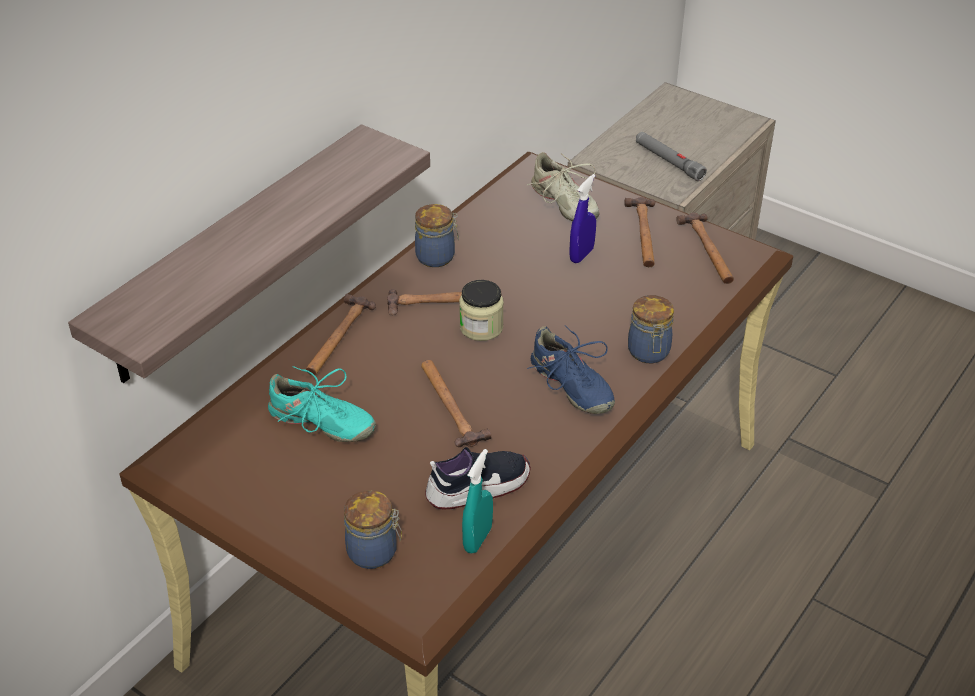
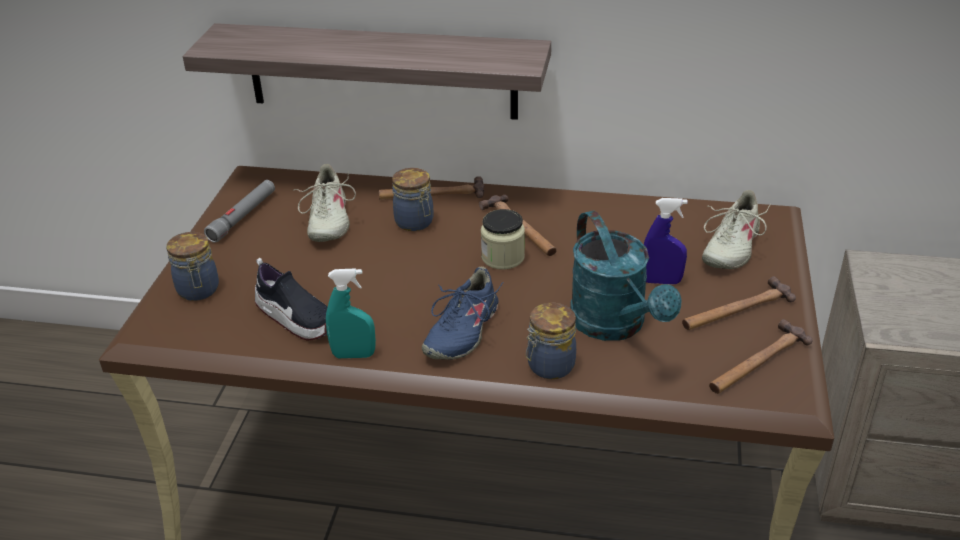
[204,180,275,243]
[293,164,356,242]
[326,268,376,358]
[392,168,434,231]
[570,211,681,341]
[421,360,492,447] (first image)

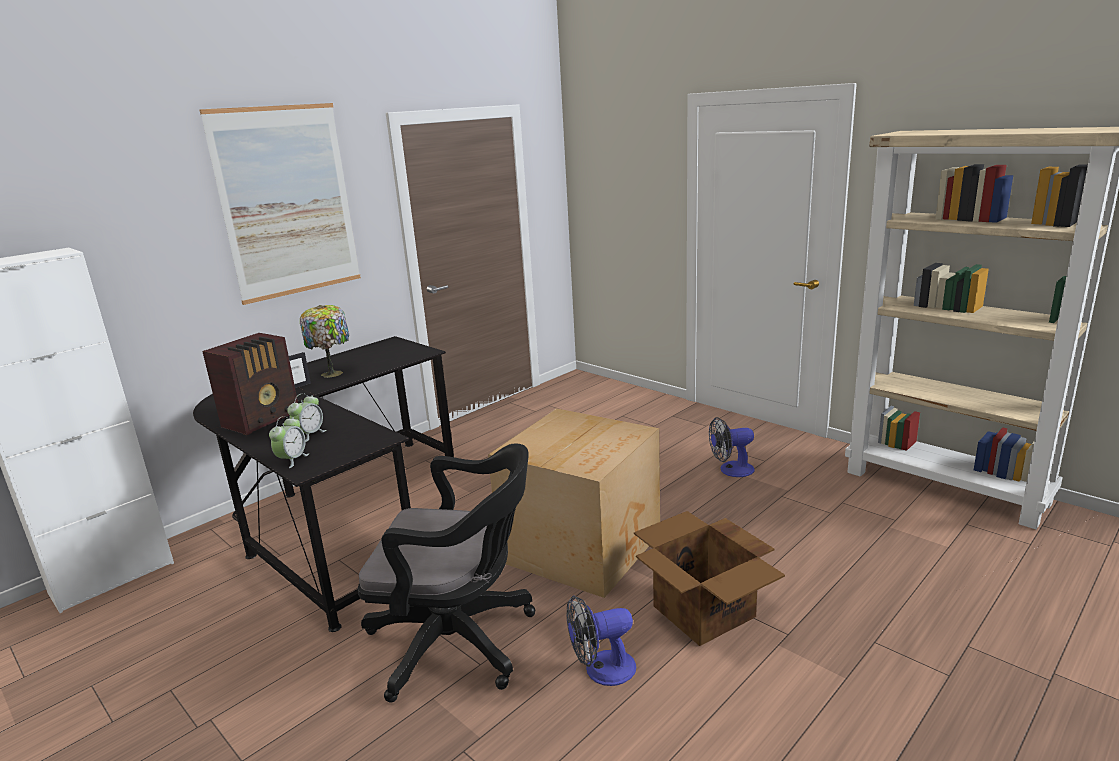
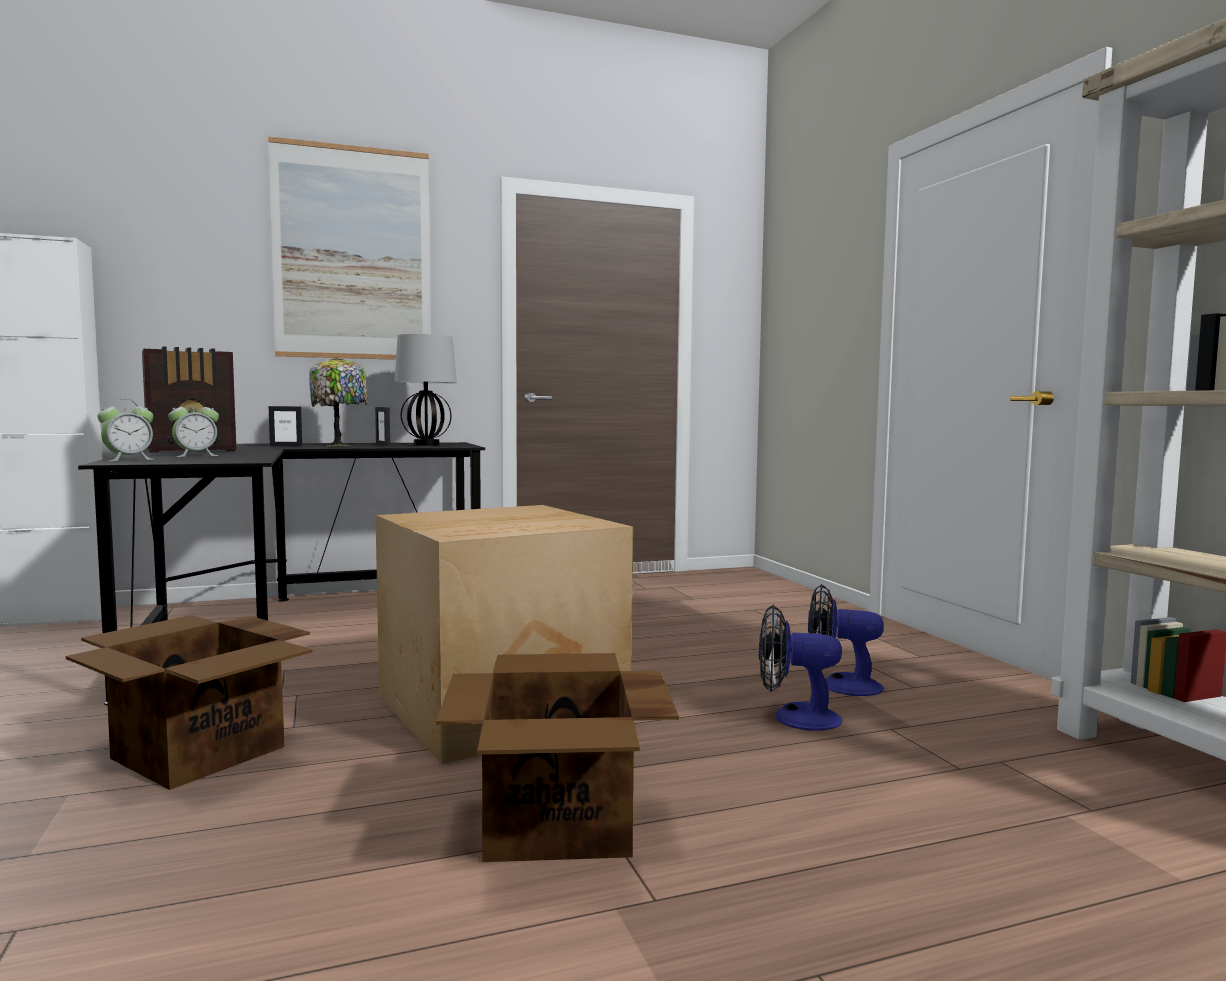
[66,615,312,790]
[375,407,390,446]
[394,334,457,446]
[759,604,842,731]

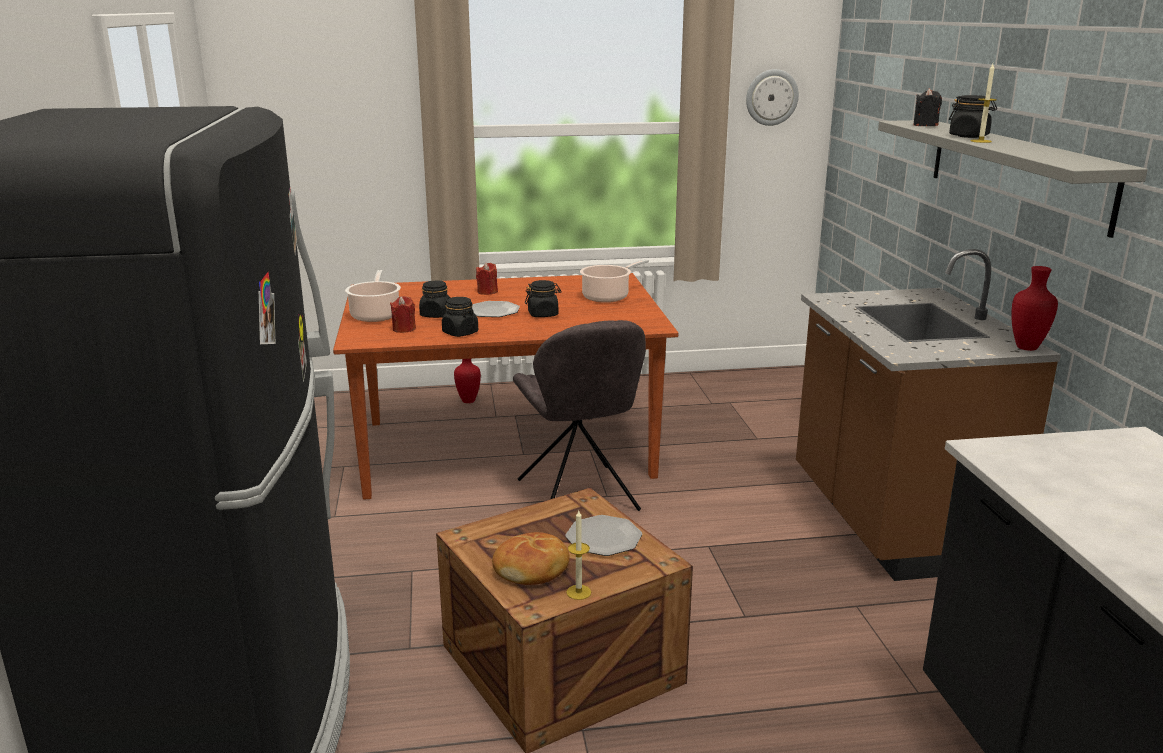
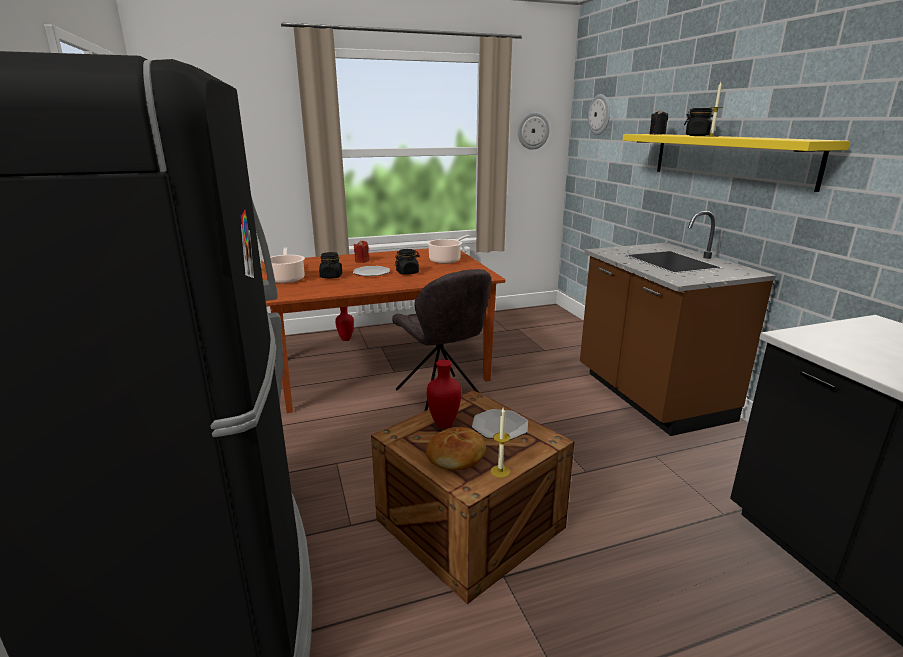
[427,360,461,429]
[588,94,610,135]
[622,134,850,192]
[390,296,416,333] (first image)
[442,297,478,337] (first image)

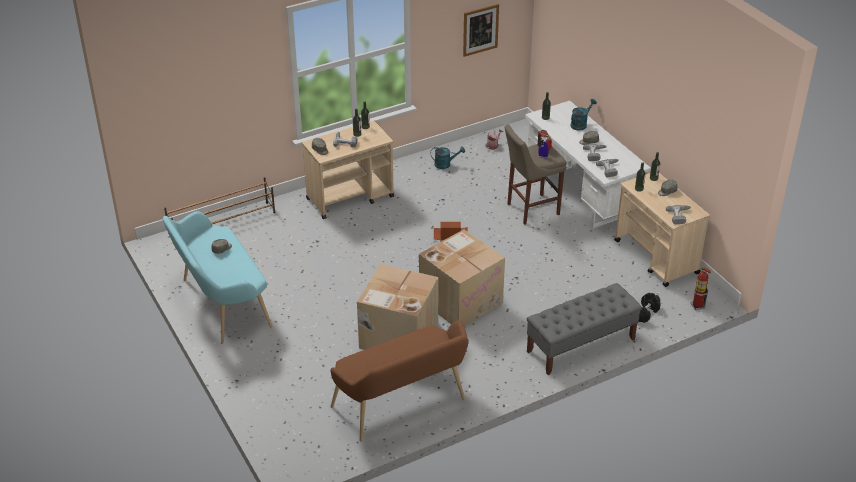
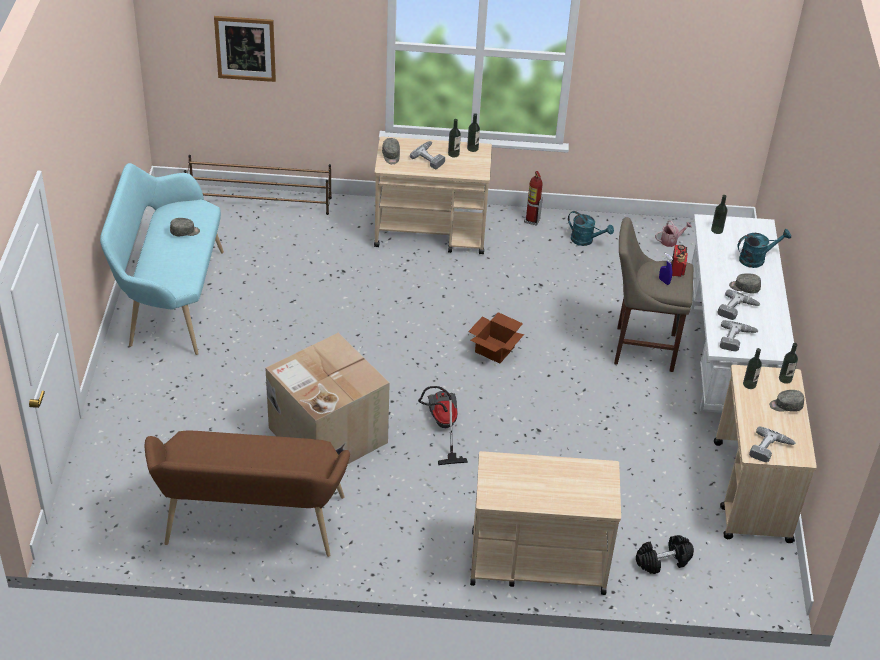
[214,16,276,82]
[418,386,468,465]
[470,451,621,595]
[524,171,543,226]

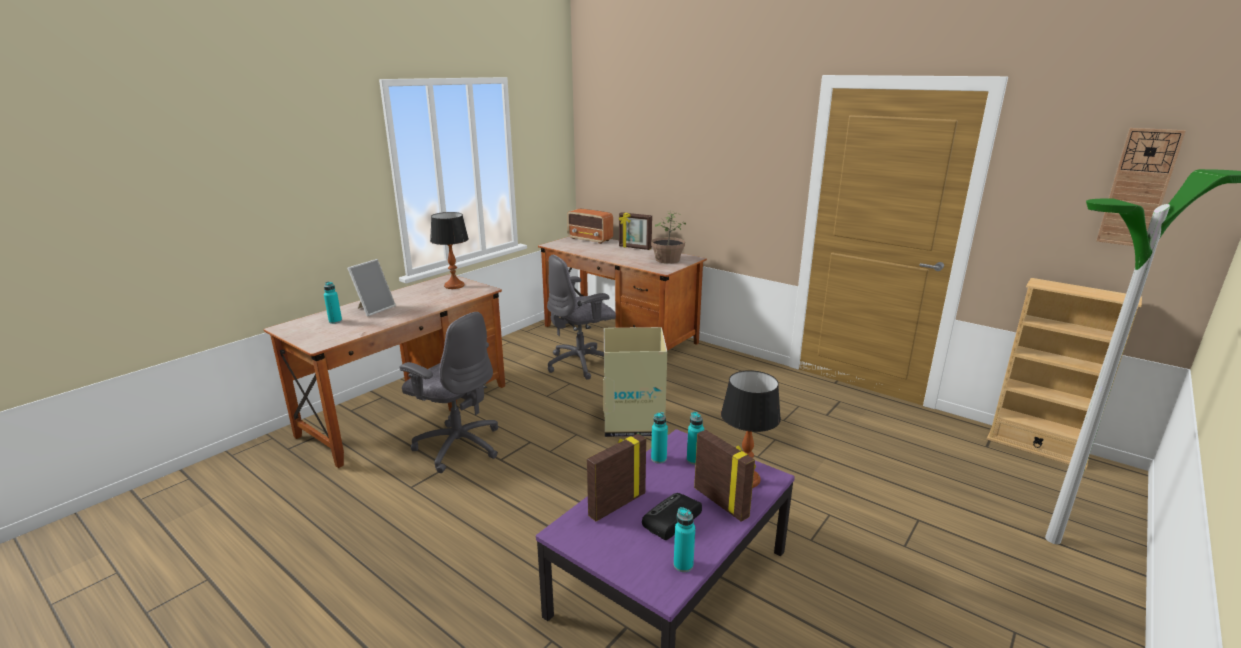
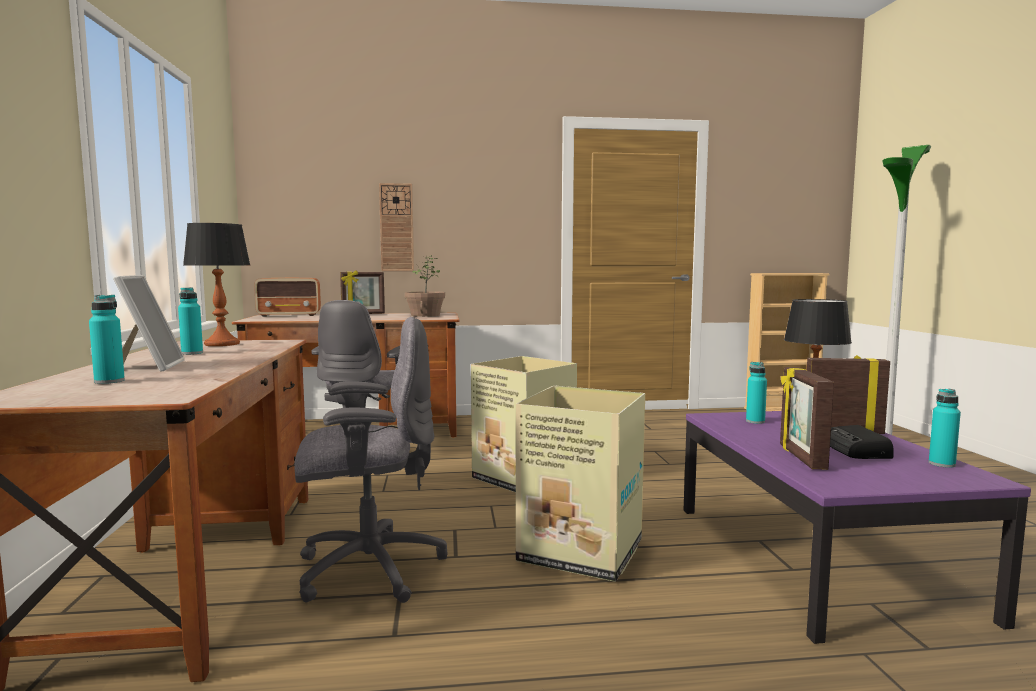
[178,287,203,355]
[379,183,414,271]
[516,385,645,582]

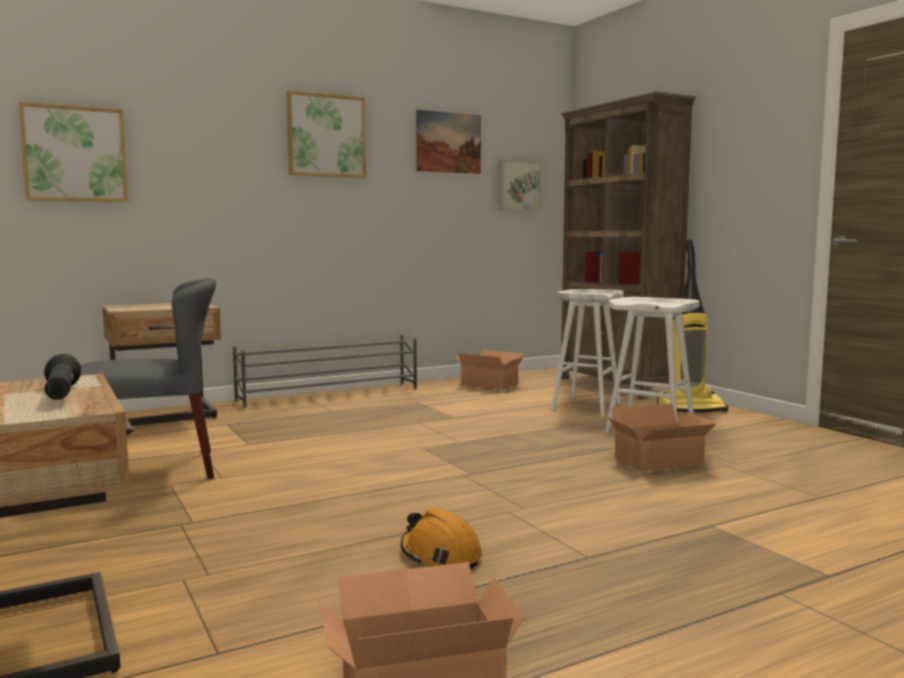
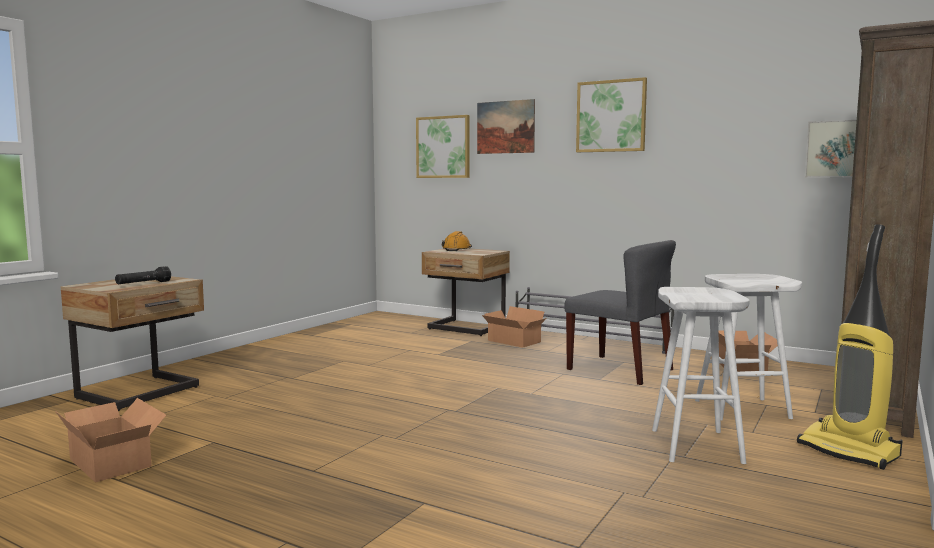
[441,231,472,251]
[477,99,535,154]
[482,306,547,348]
[564,240,676,385]

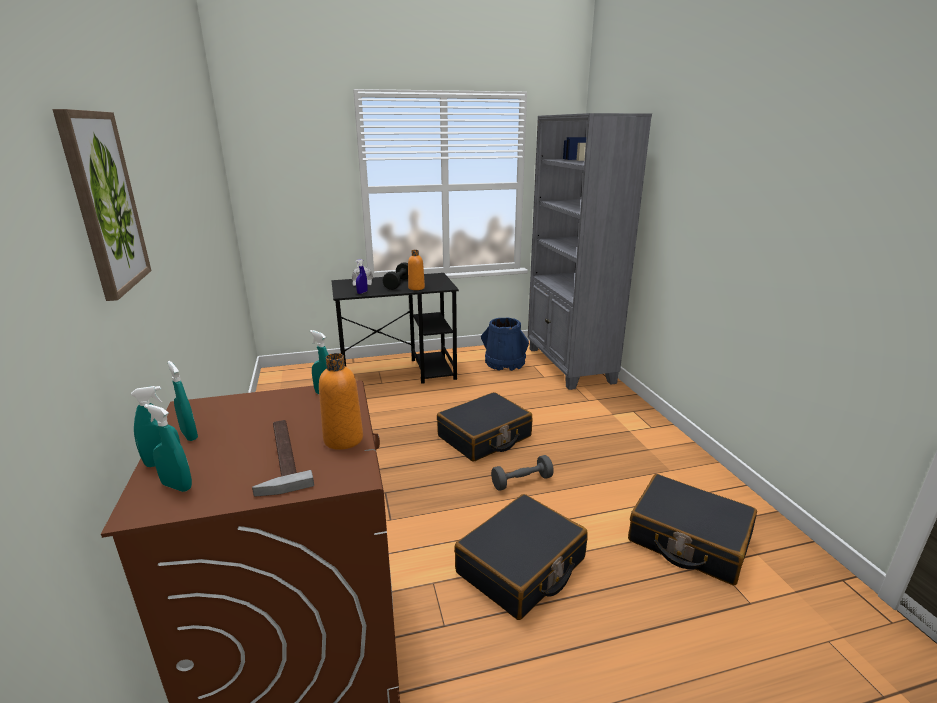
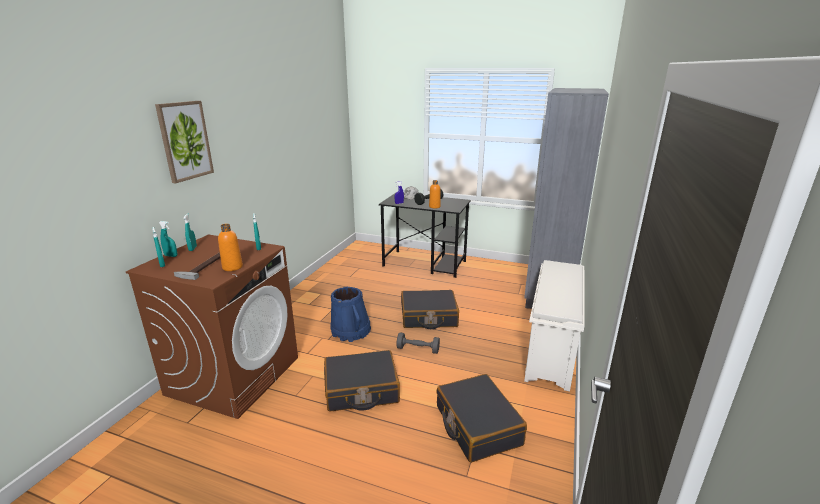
[330,287,371,342]
[524,260,585,392]

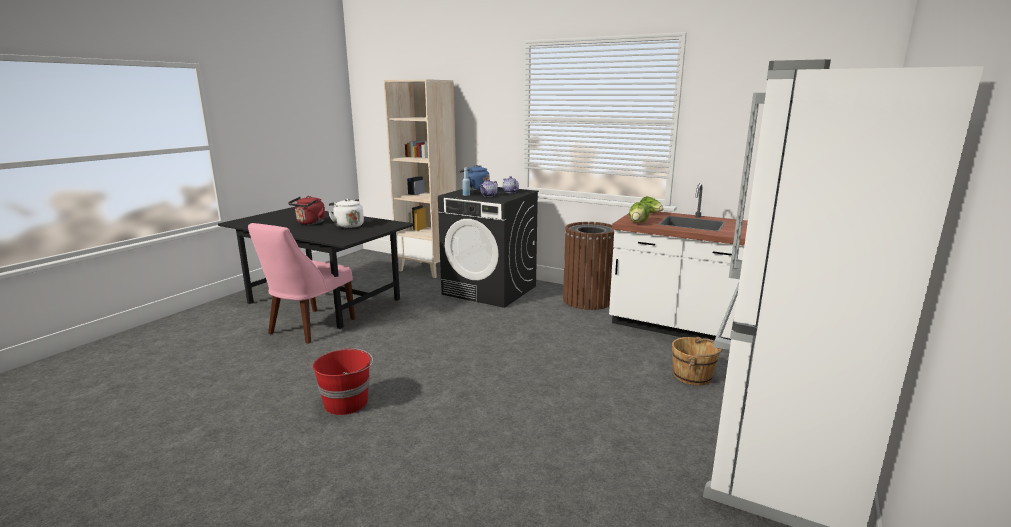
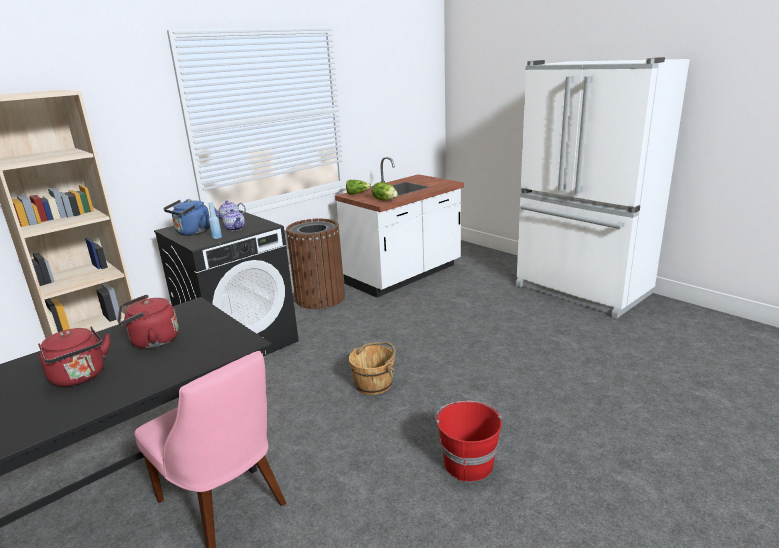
[118,295,179,349]
[349,342,396,395]

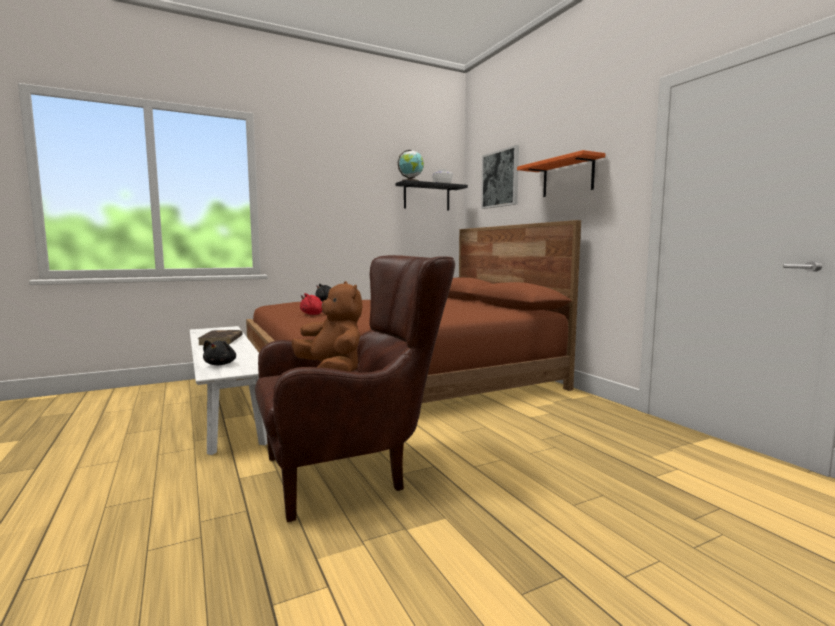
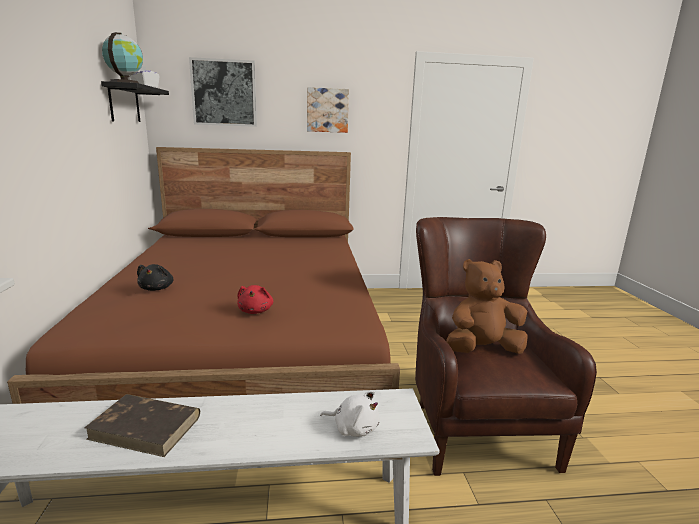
[307,87,349,133]
[320,391,380,437]

